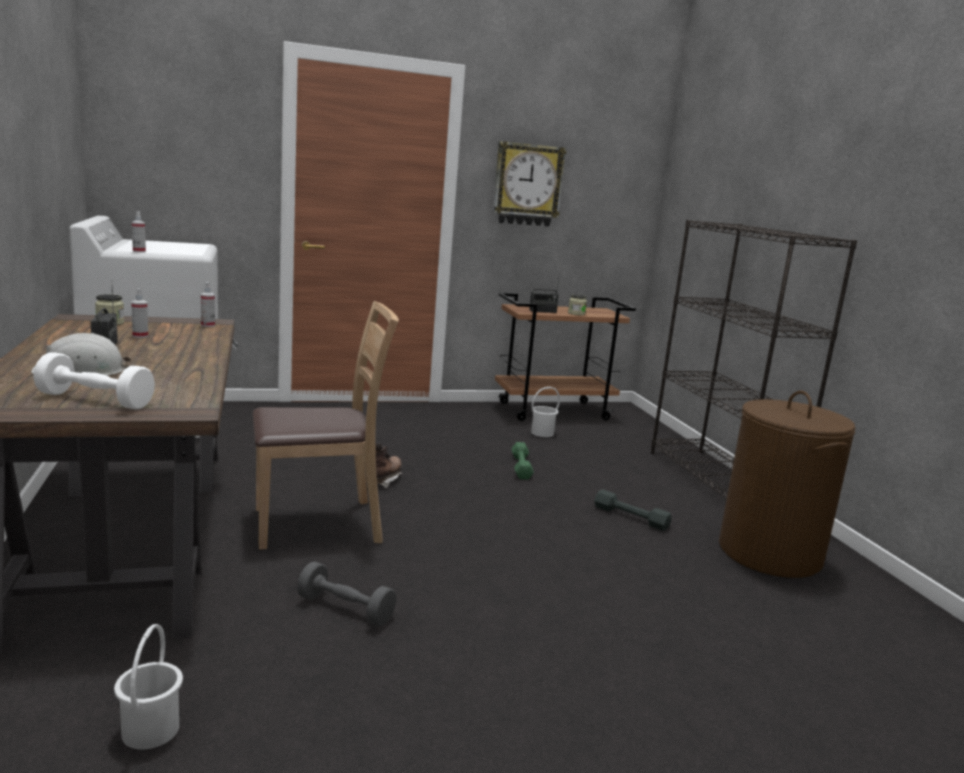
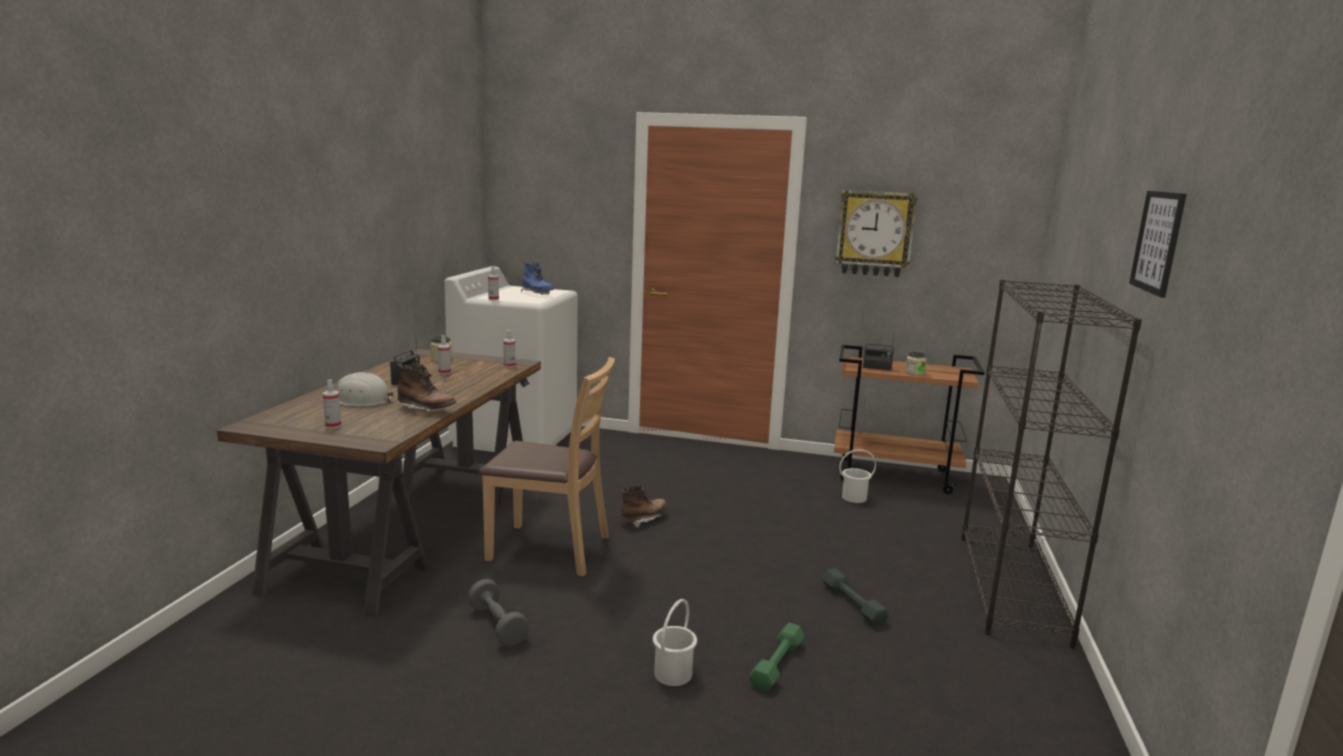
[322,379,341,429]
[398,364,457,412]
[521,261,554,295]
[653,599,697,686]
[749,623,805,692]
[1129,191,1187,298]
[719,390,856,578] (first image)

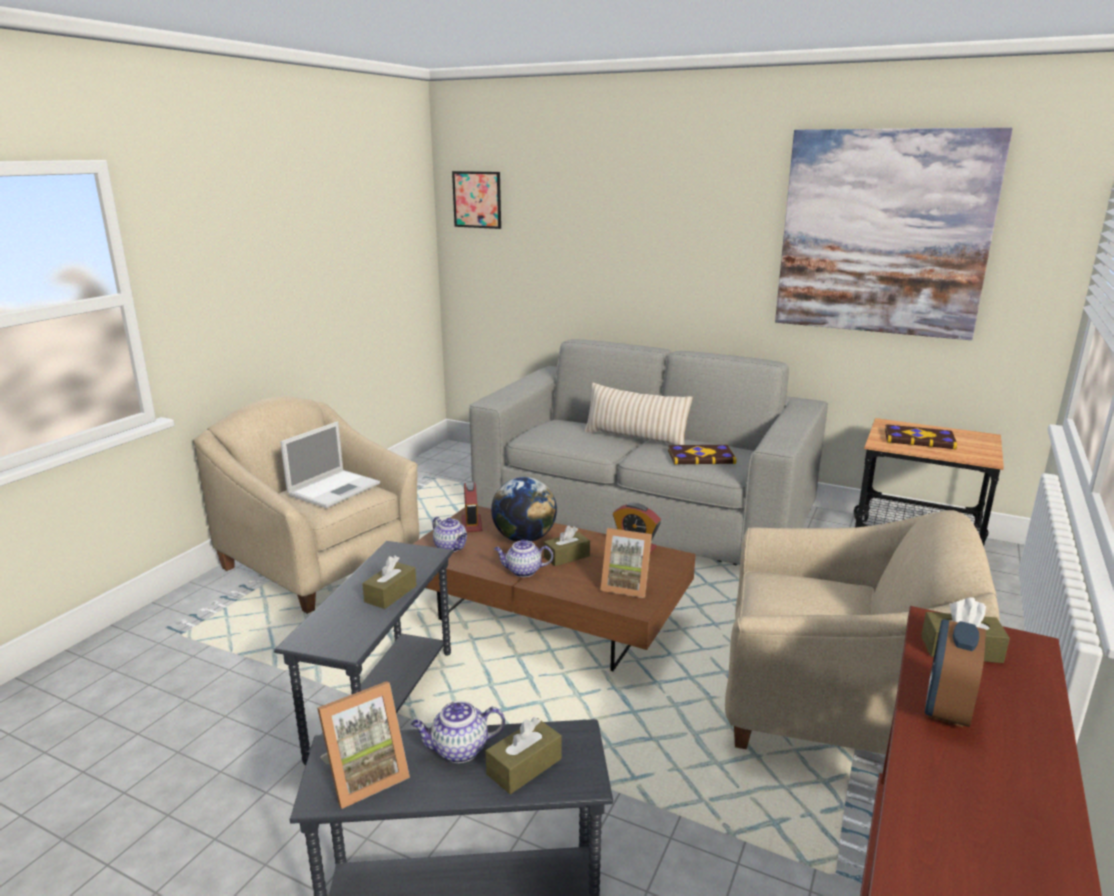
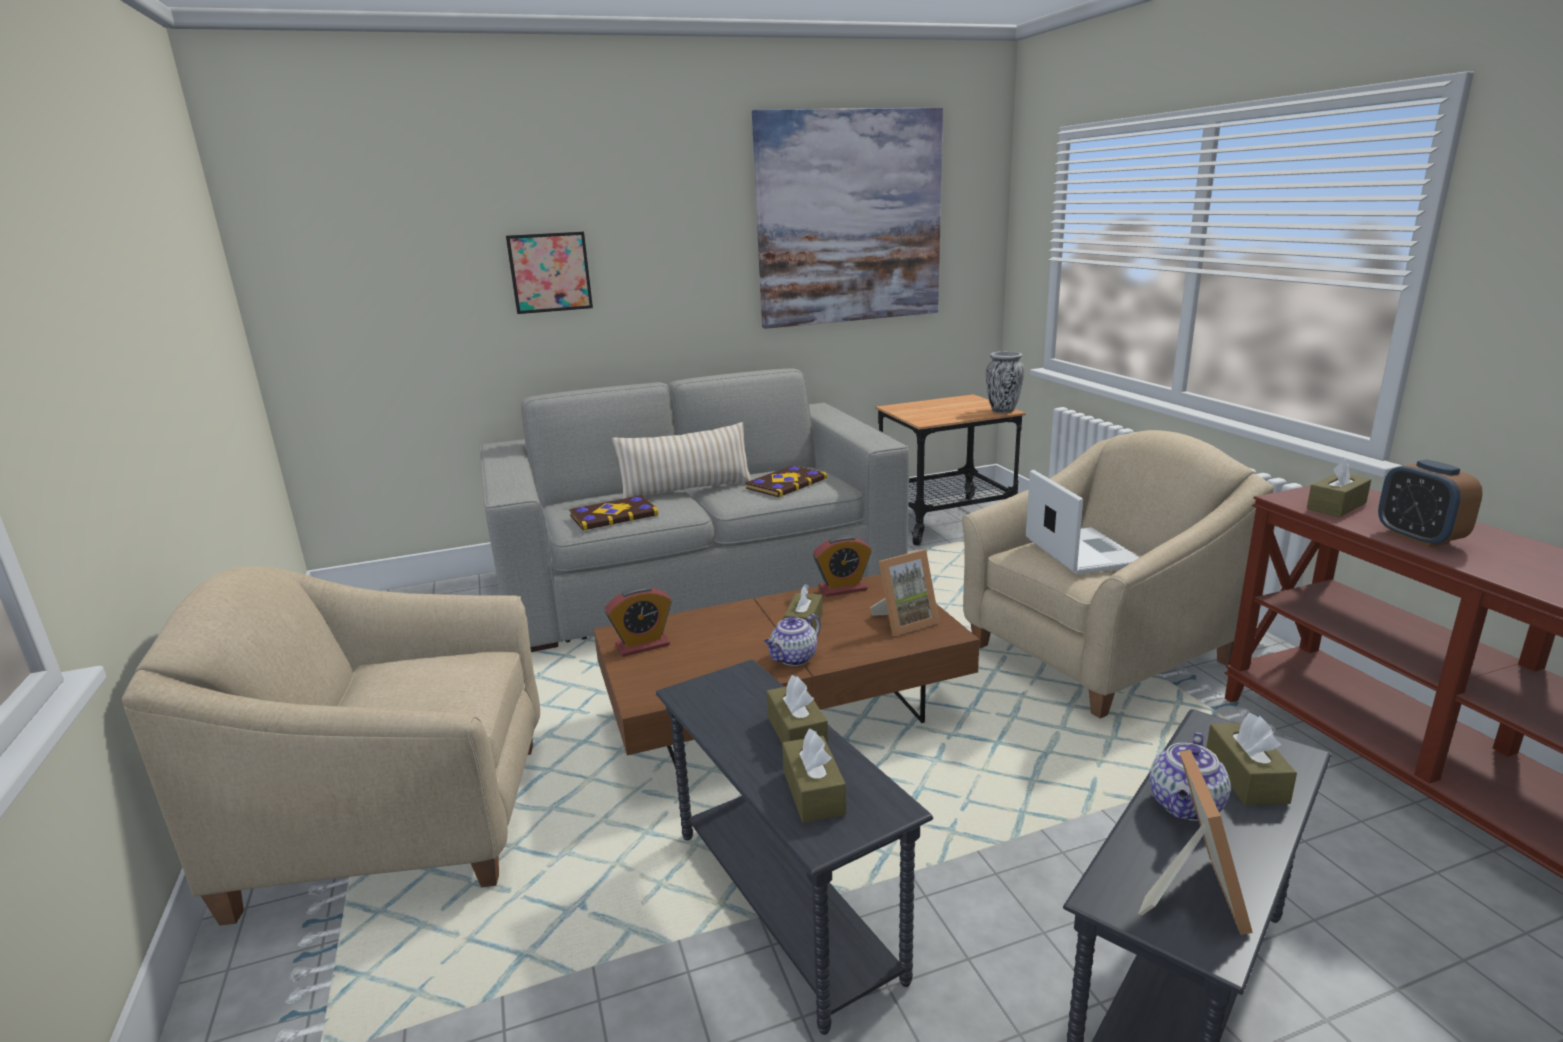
[506,232,593,314]
[569,495,658,531]
[605,586,672,657]
[782,728,846,823]
[986,351,1024,413]
[1026,470,1140,575]
[432,517,467,552] (first image)
[491,477,557,542] (first image)

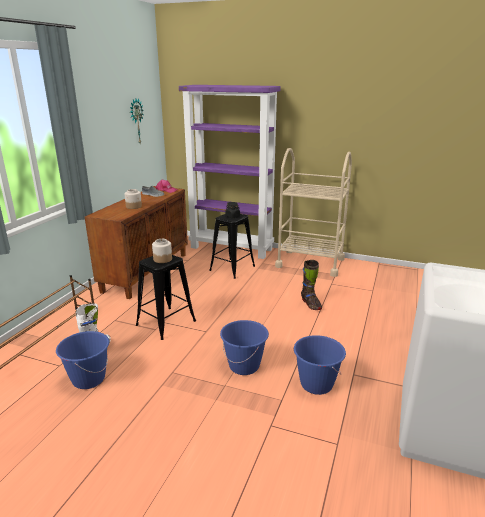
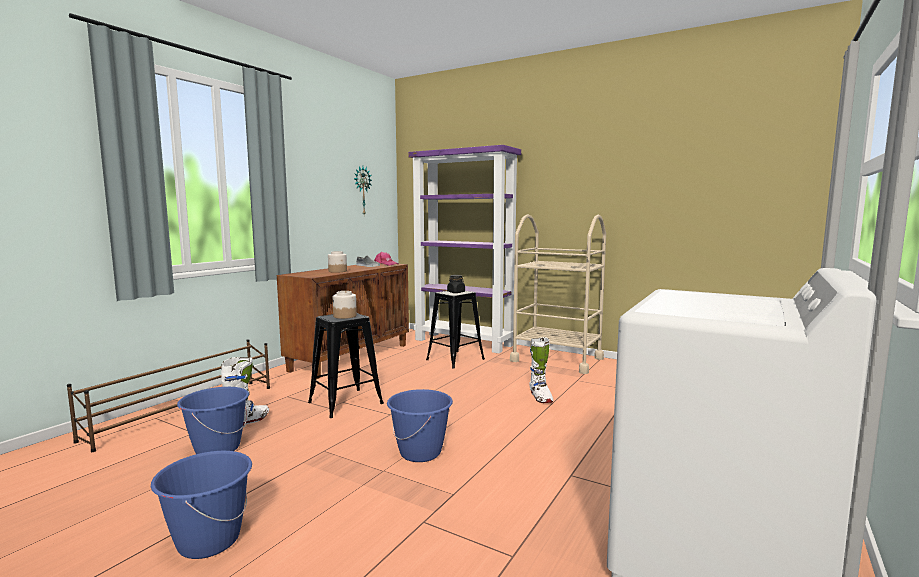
[151,451,252,559]
[530,337,553,403]

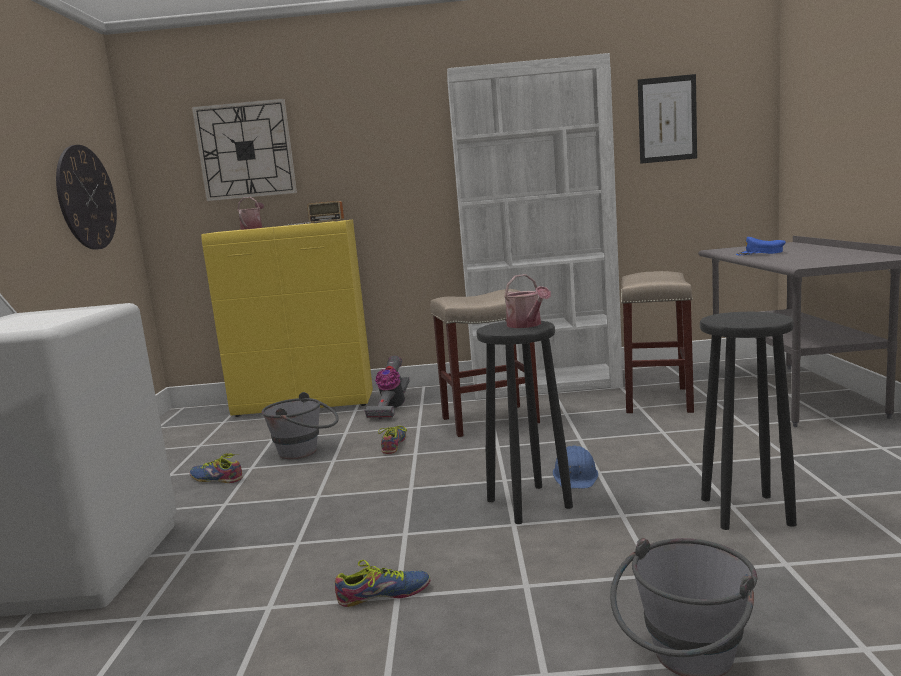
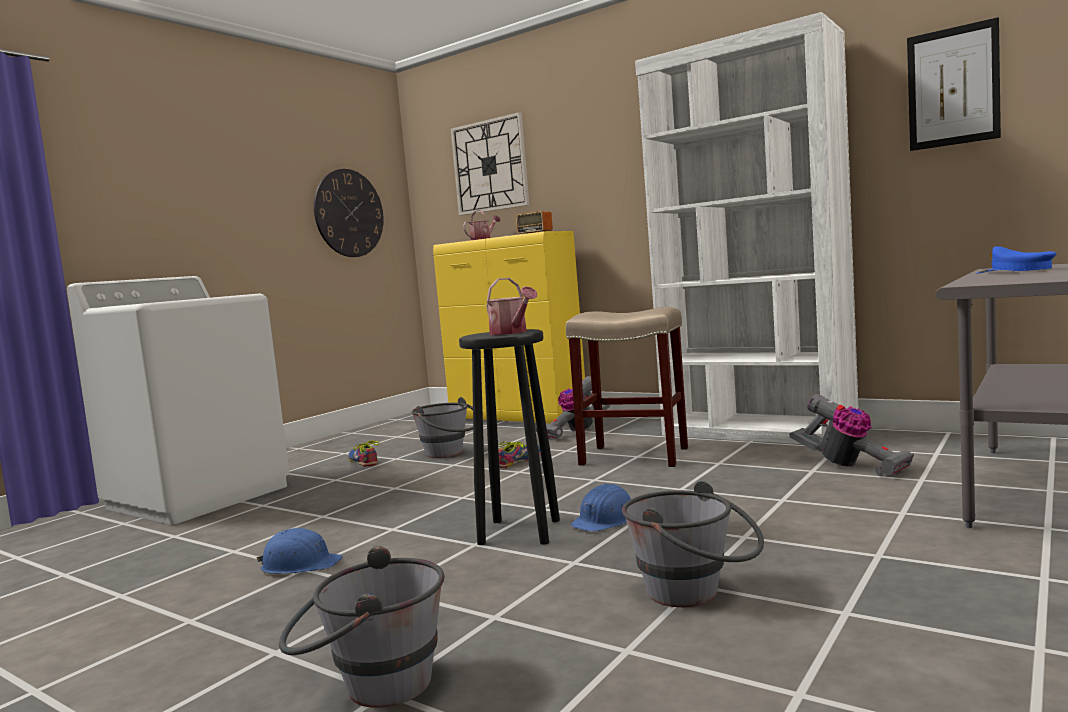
[256,528,343,574]
[486,278,537,335]
[622,481,764,607]
[789,394,914,476]

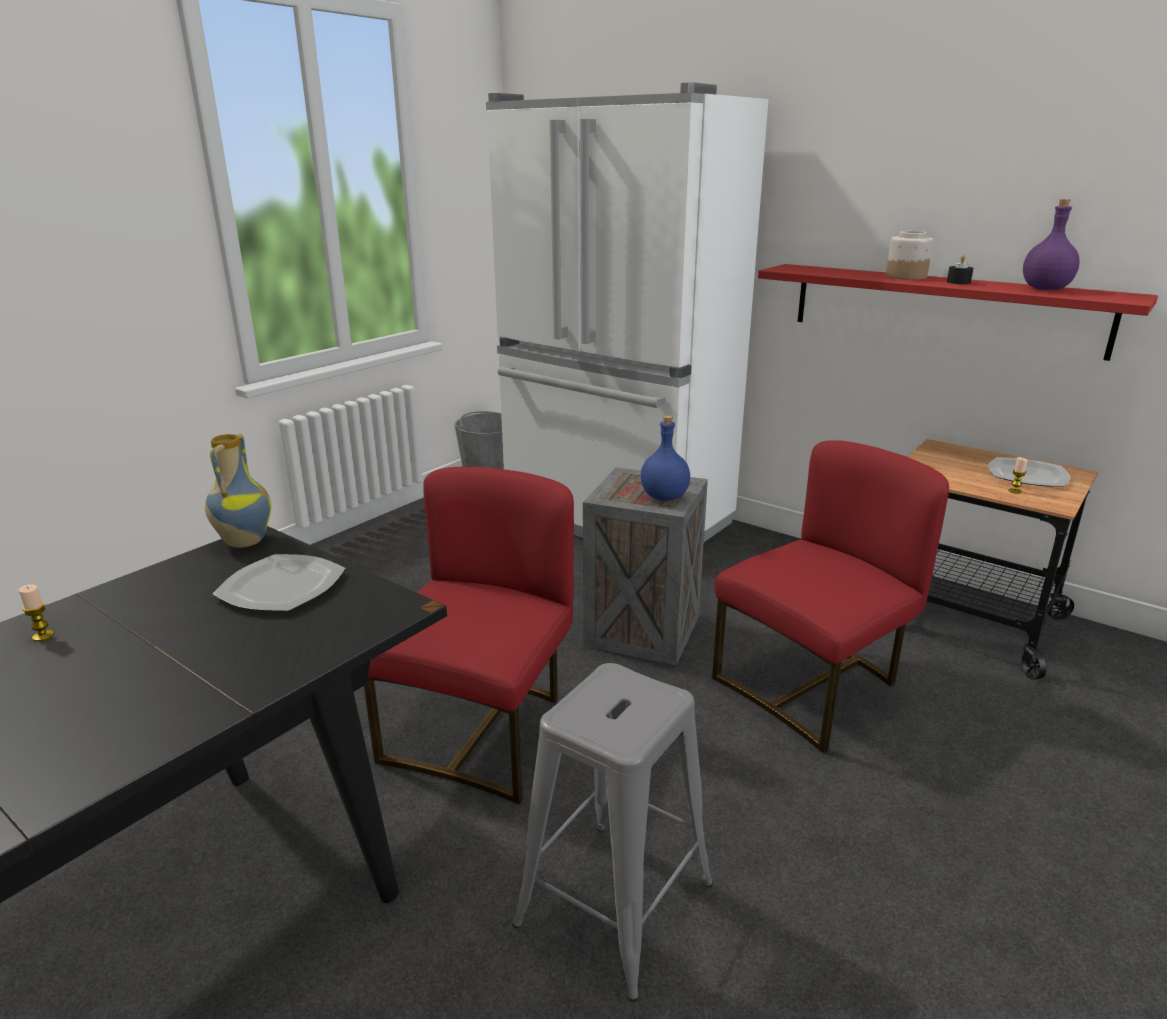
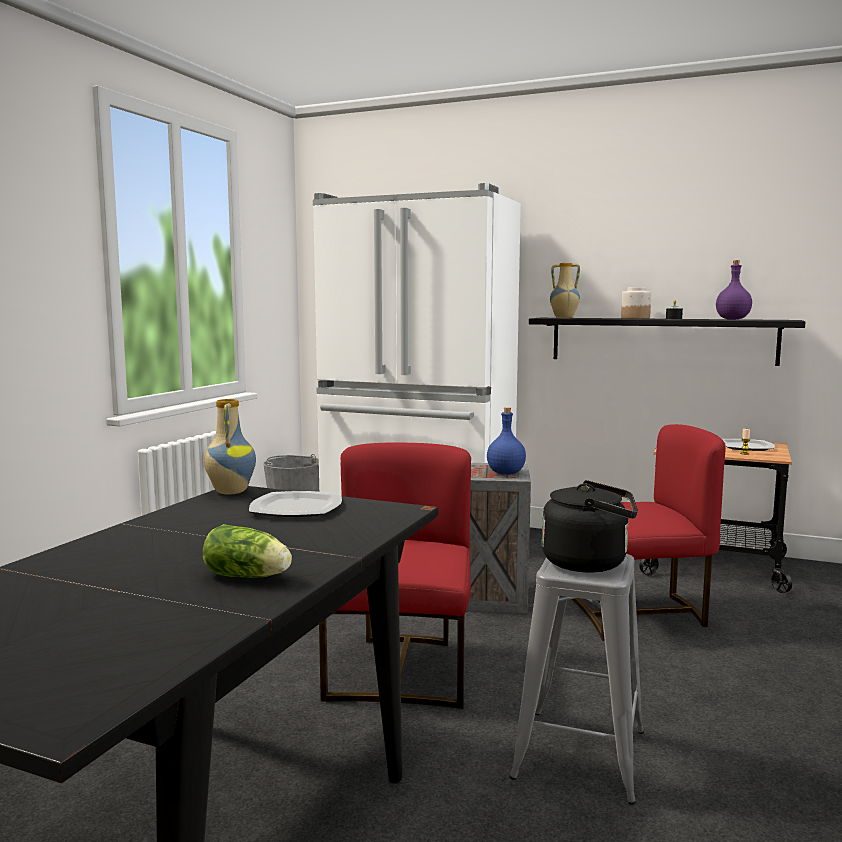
[203,524,292,578]
[529,318,805,366]
[542,480,638,573]
[550,263,580,318]
[571,424,725,641]
[19,584,54,642] (first image)

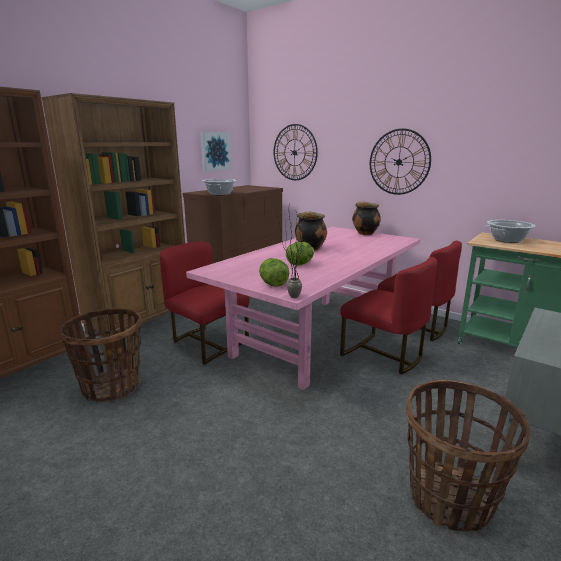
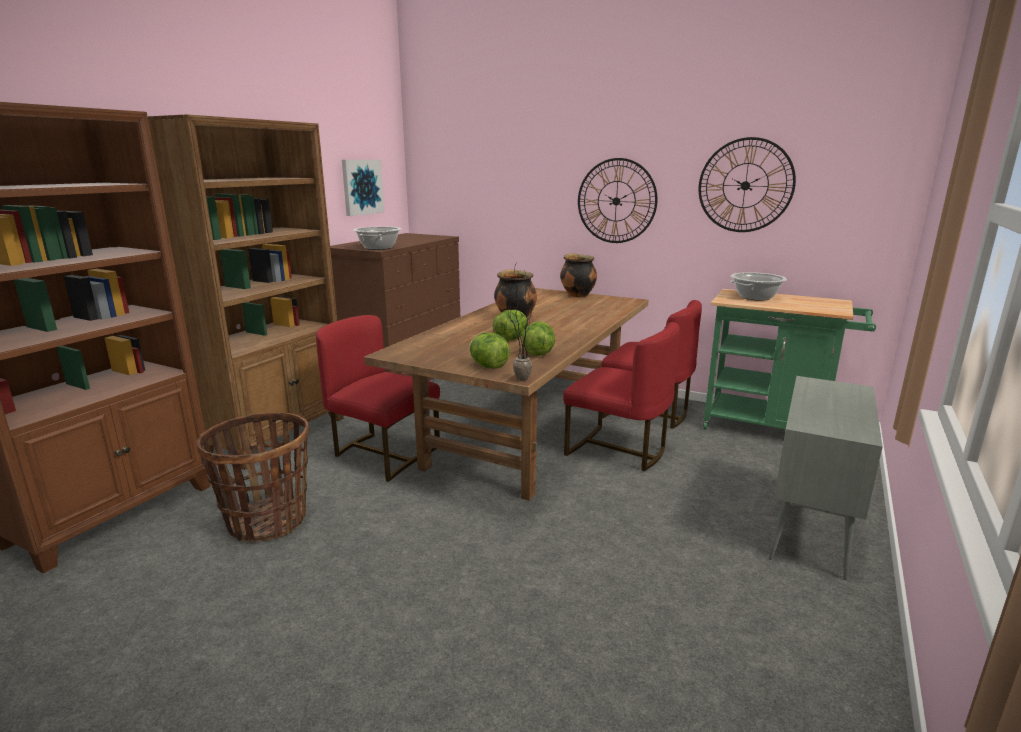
[364,288,648,501]
[522,321,555,356]
[698,137,796,232]
[406,380,530,532] (first image)

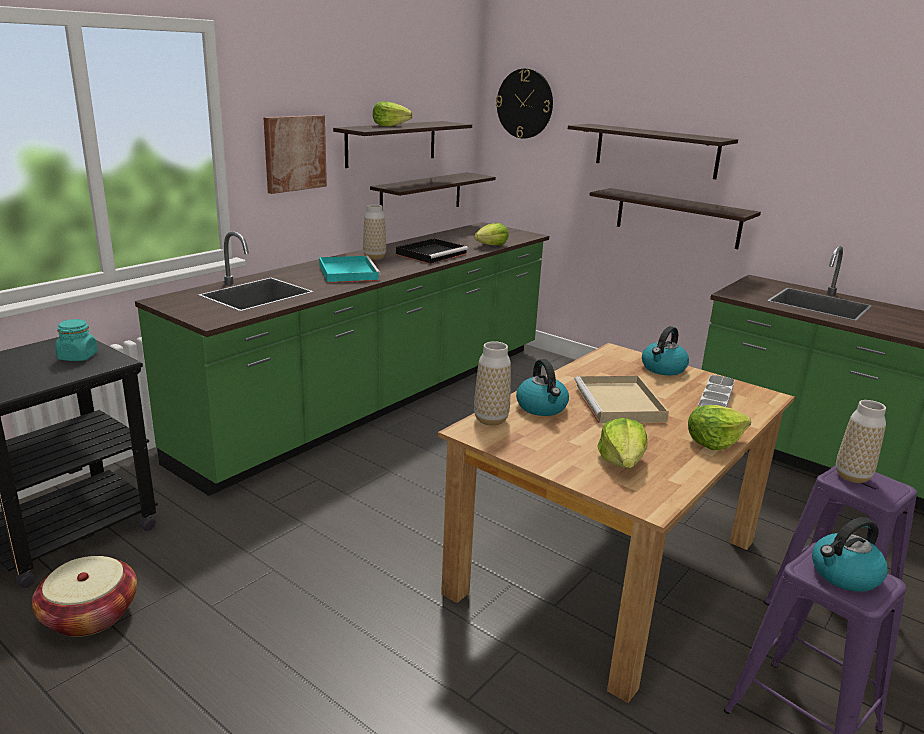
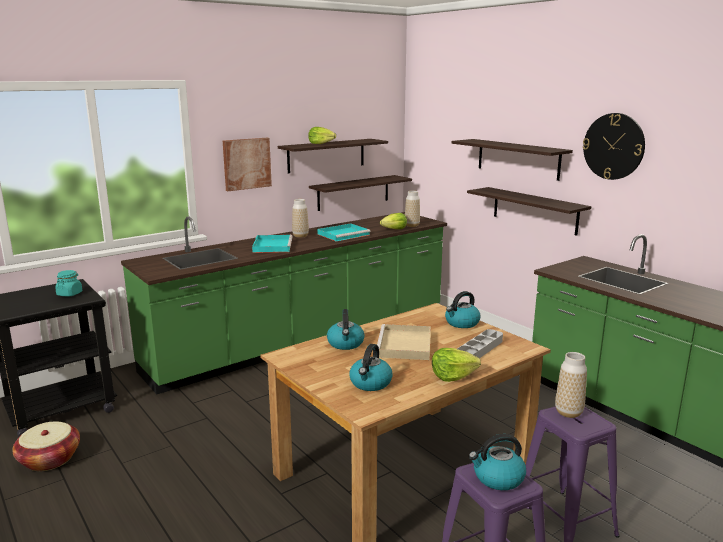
[317,223,370,241]
[349,344,393,391]
[405,191,420,227]
[583,113,645,180]

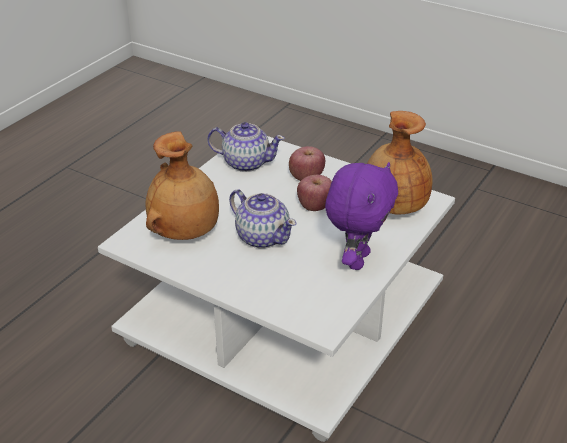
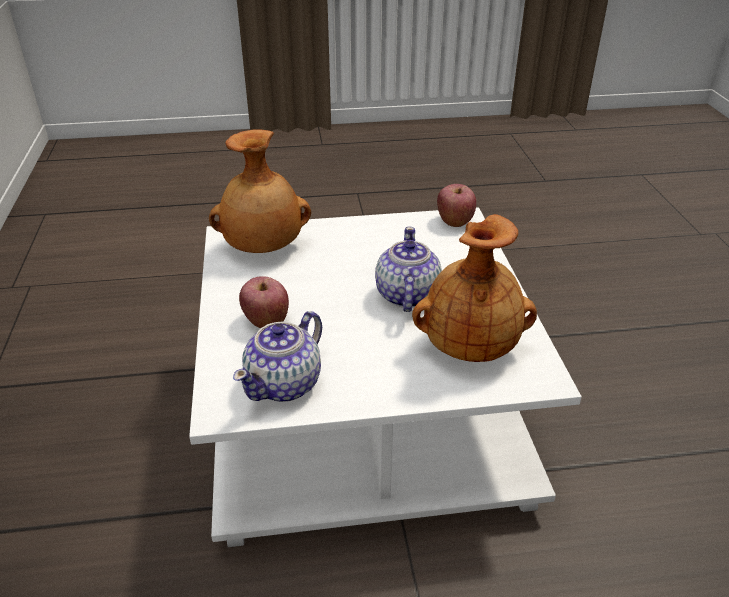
[233,311,322,402]
[437,184,476,227]
[325,162,398,270] (first image)

